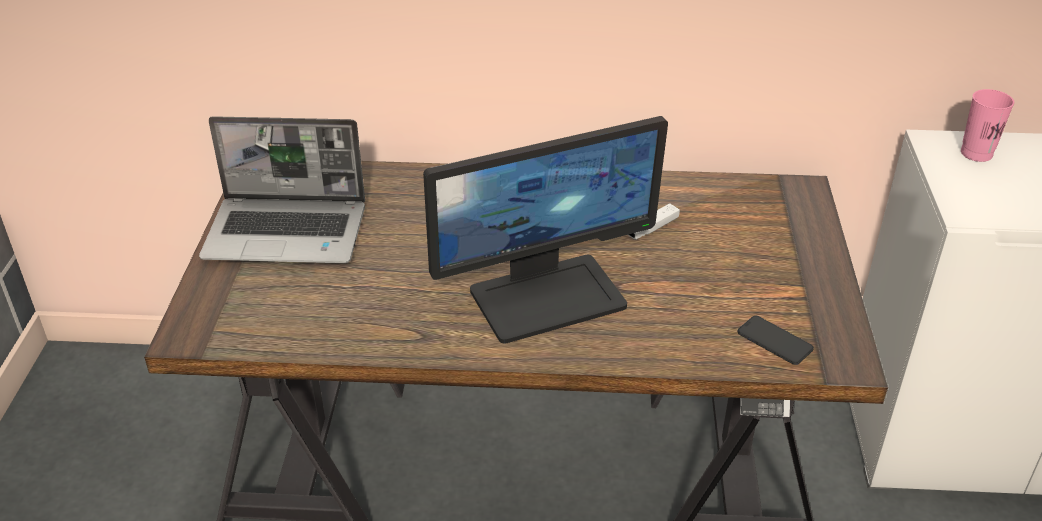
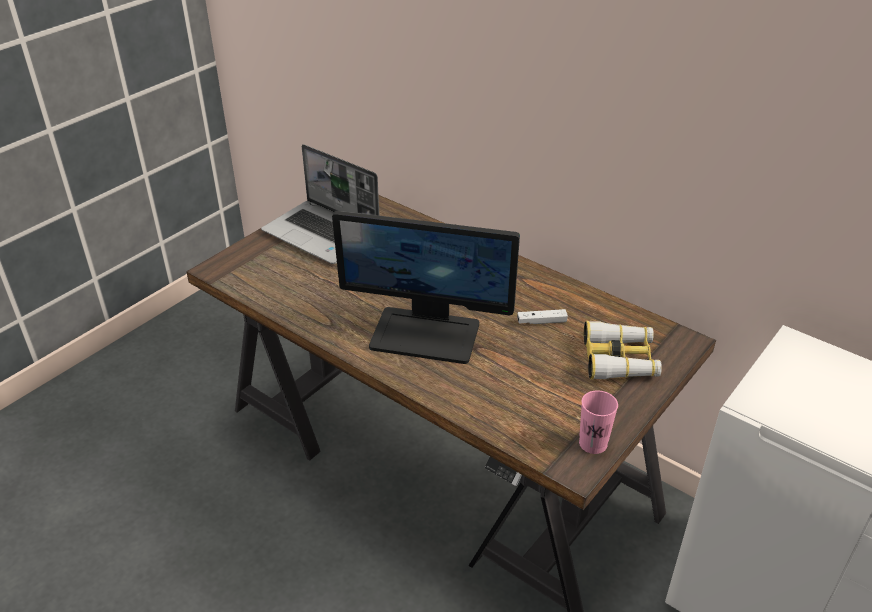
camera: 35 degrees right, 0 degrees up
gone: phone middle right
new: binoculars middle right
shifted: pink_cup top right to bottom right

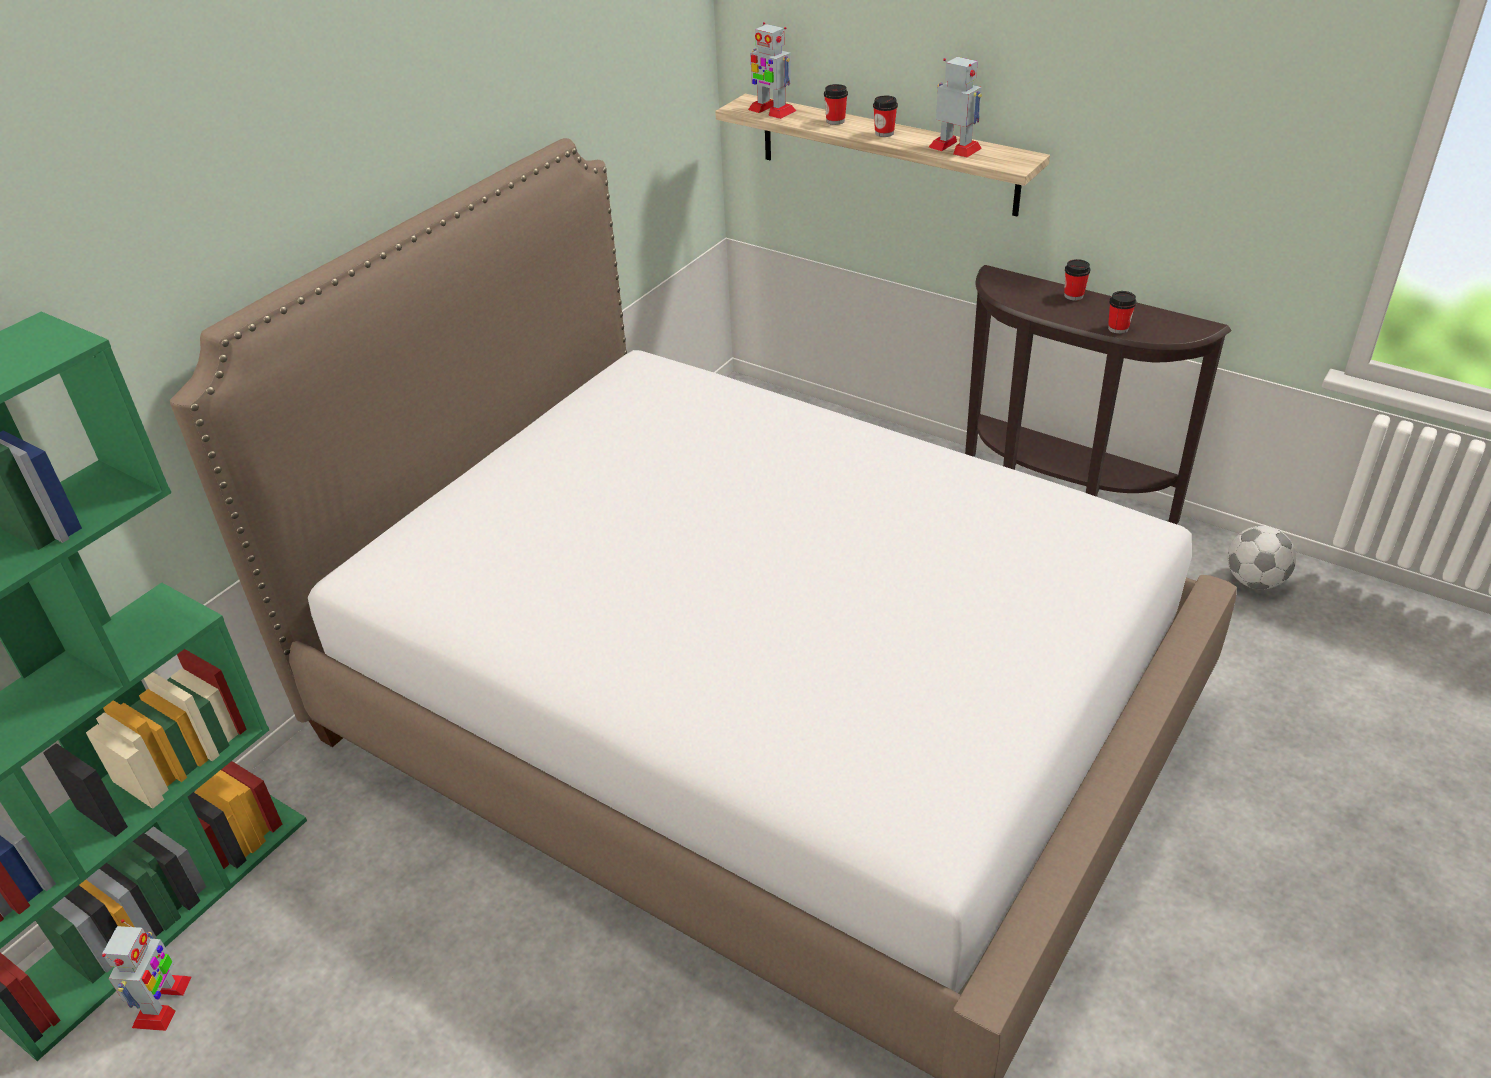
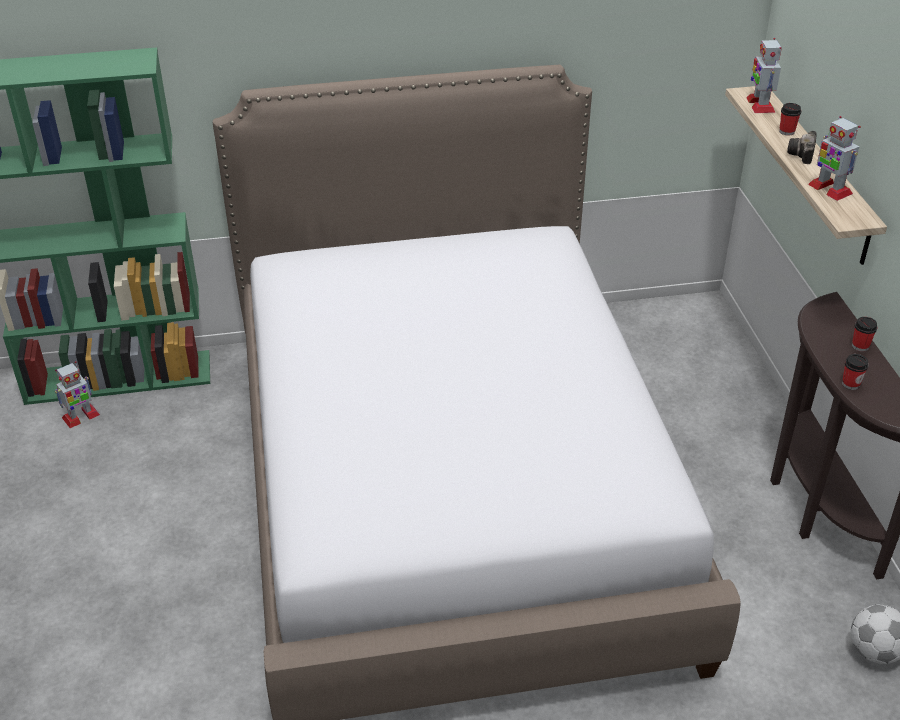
camera: 45 degrees right, 0 degrees up
swapped: cup (no. 2 from left) top centre to photo_camera top right
rotated: toy_robot (no. 3 from left) top centre = top right 150 degrees clockwise

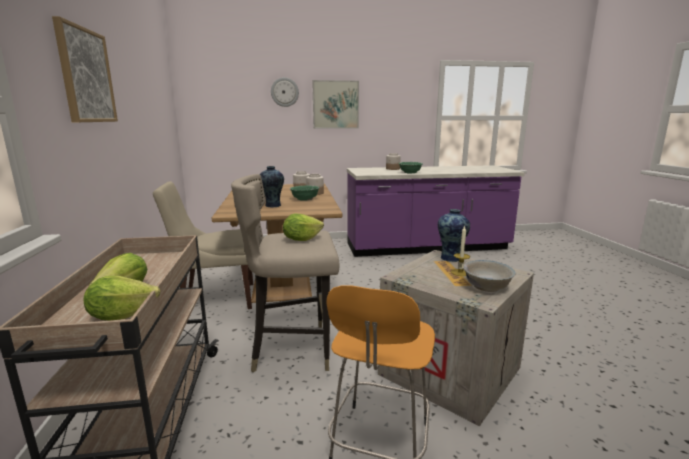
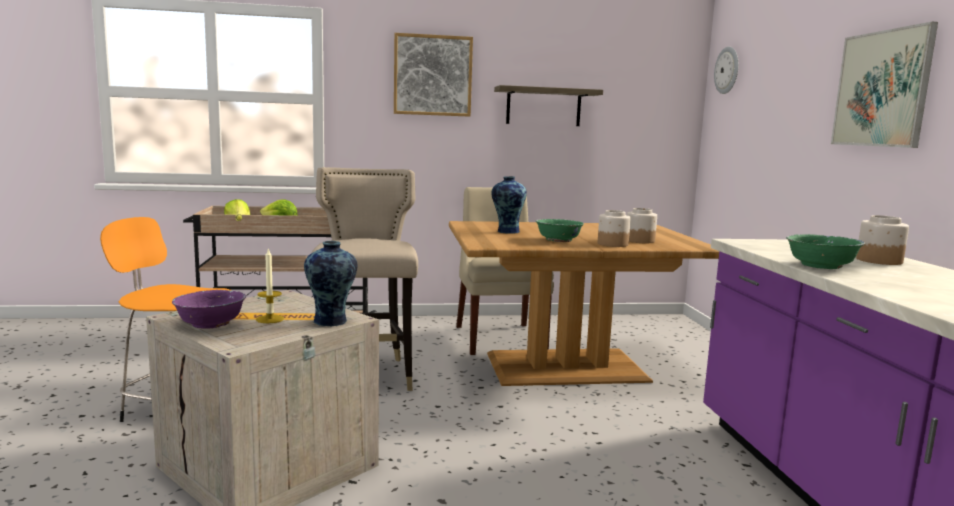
camera: 90 degrees right, 5 degrees down
gone: lettuce (no. 3 from left) centre
new: shelf top centre
shifted: wall_clock top centre to top right
repainted: white_bowl middle right to purple_bowl middle left

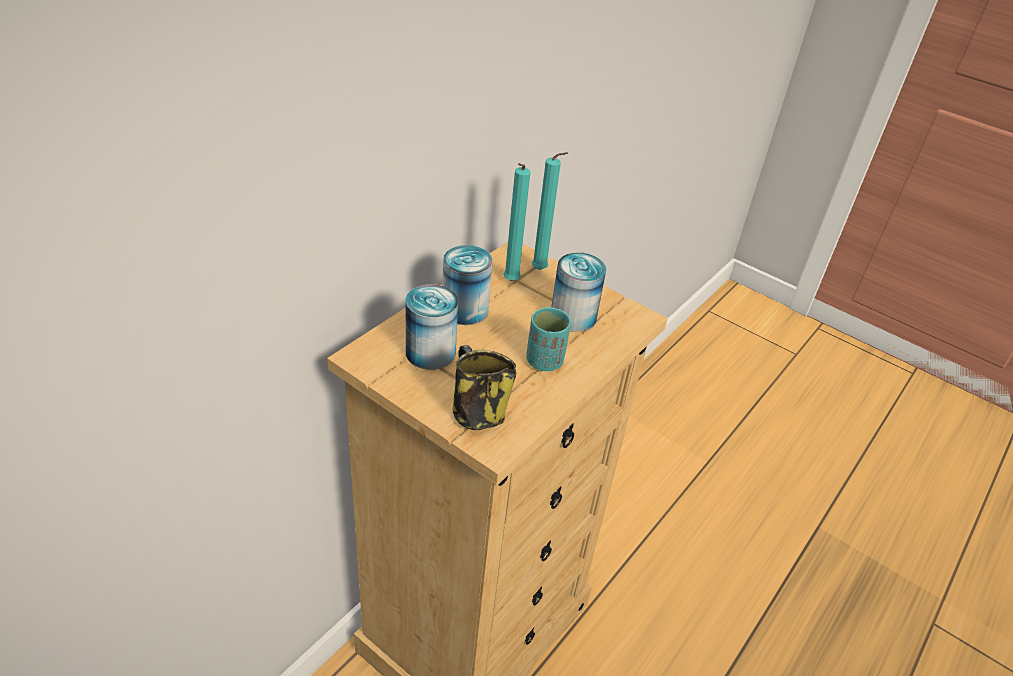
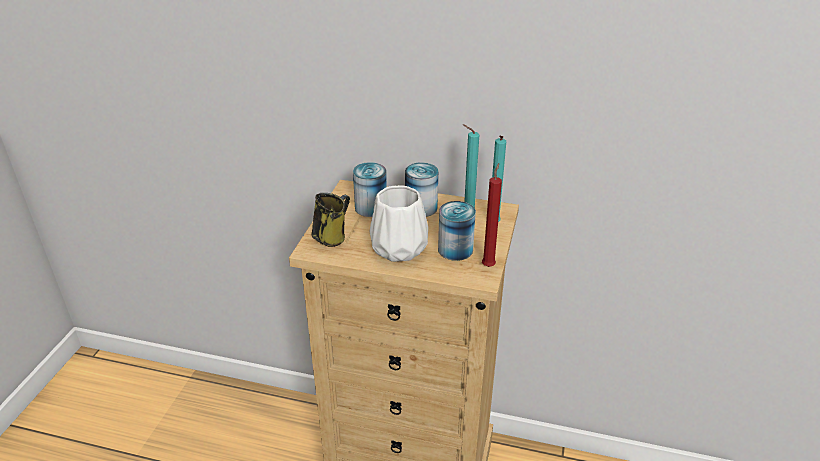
camera: 70 degrees right, 5 degrees down
new: red_candle centre
swapped: turquoise_cup centre to white_vase centre

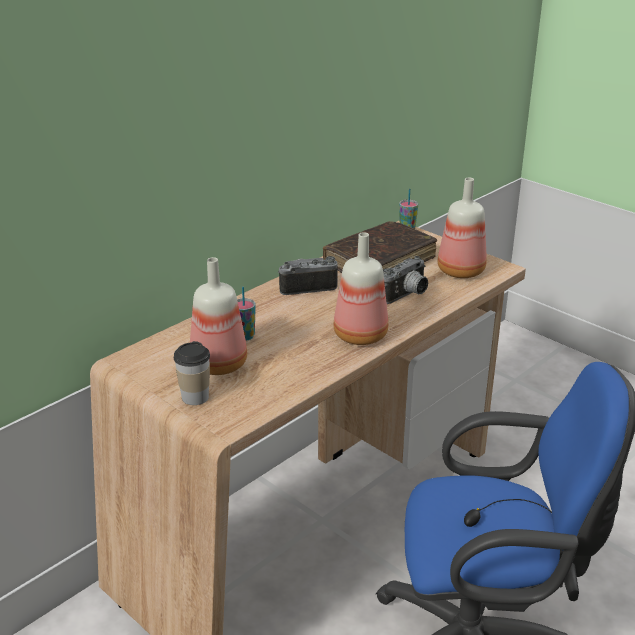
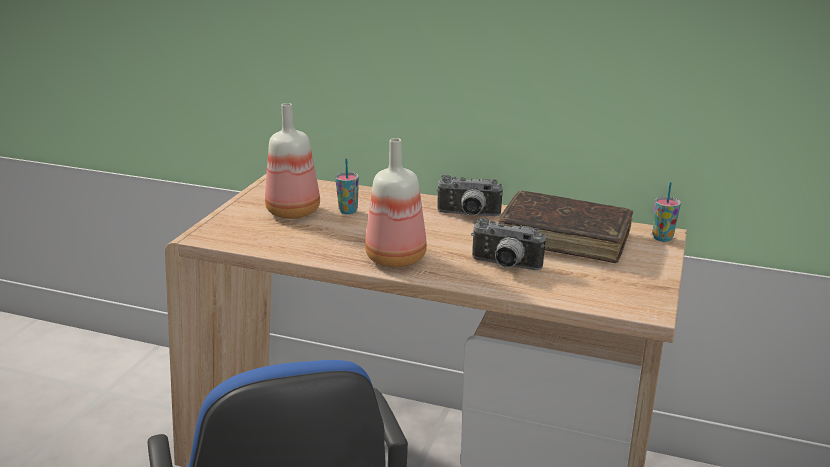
camera: 65 degrees right, 5 degrees down
gone: cup (no. 1 from left) middle left; bottle (no. 3 from left) middle right
rotated: photo_camera (no. 1 from left) centre = centre 135 degrees clockwise

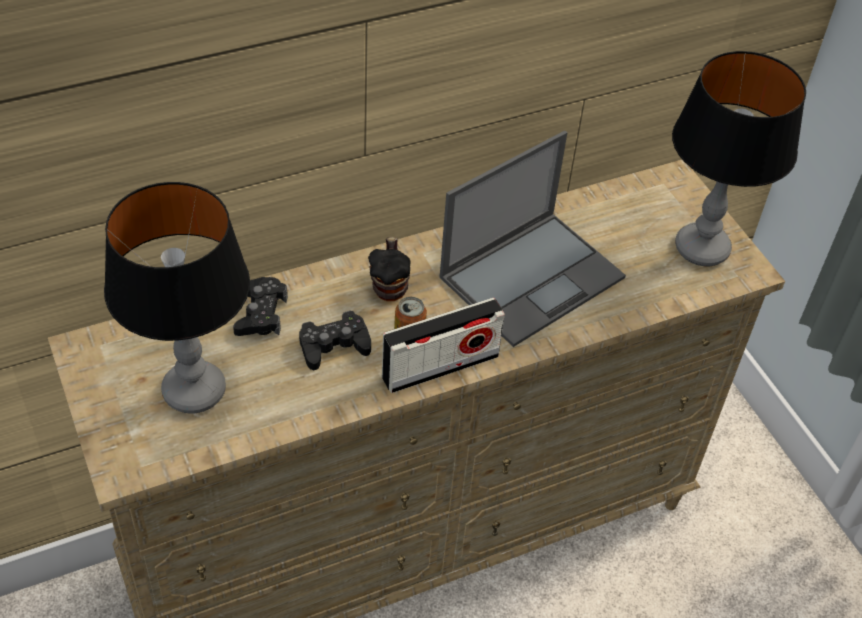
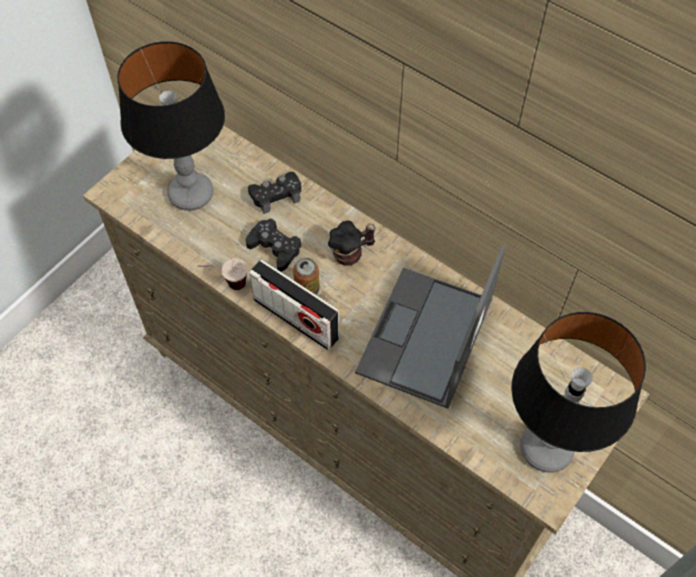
camera: 65 degrees right, 10 degrees up
new: cup middle left
rotated: laptop centre = centre 90 degrees clockwise

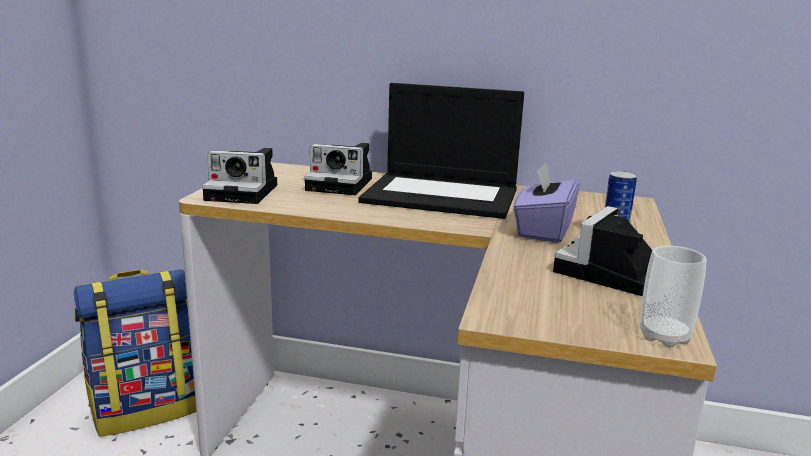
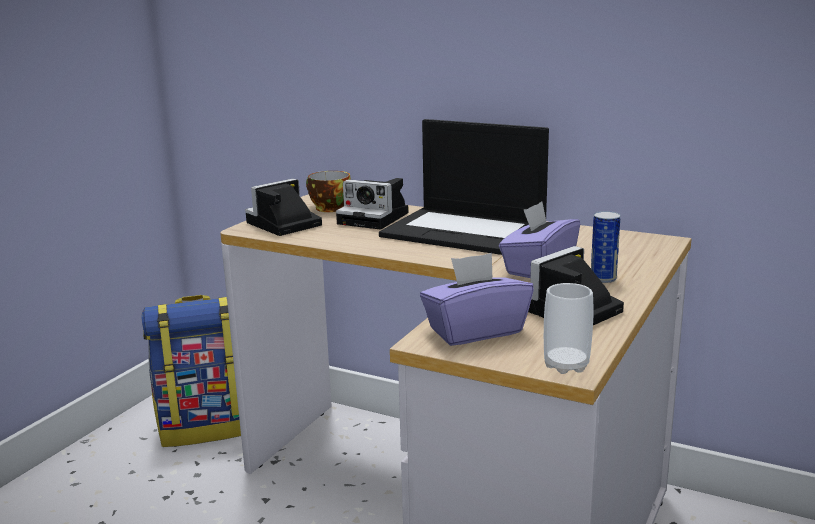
camera: 15 degrees right, 0 degrees up
new: cup (no. 1 from left) centre; purple_tissue_box (no. 1 from left) centre
rotated: photo_camera (no. 1 from left) middle left = centre 120 degrees clockwise

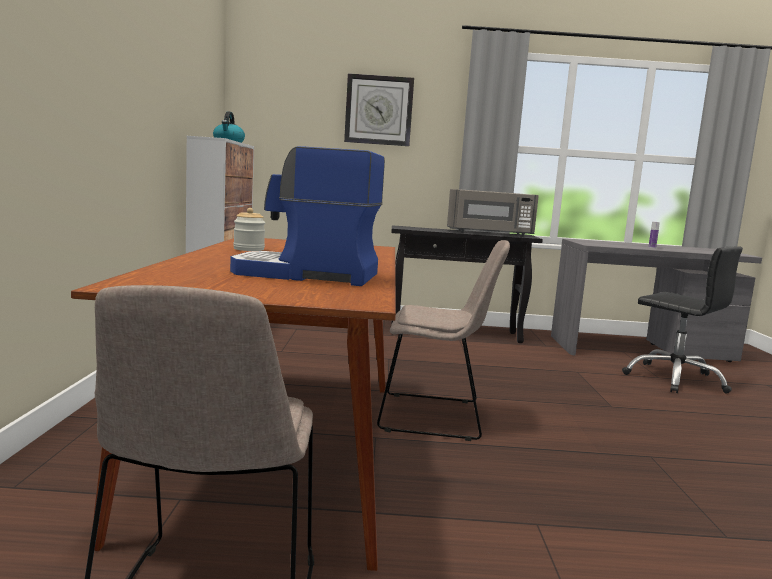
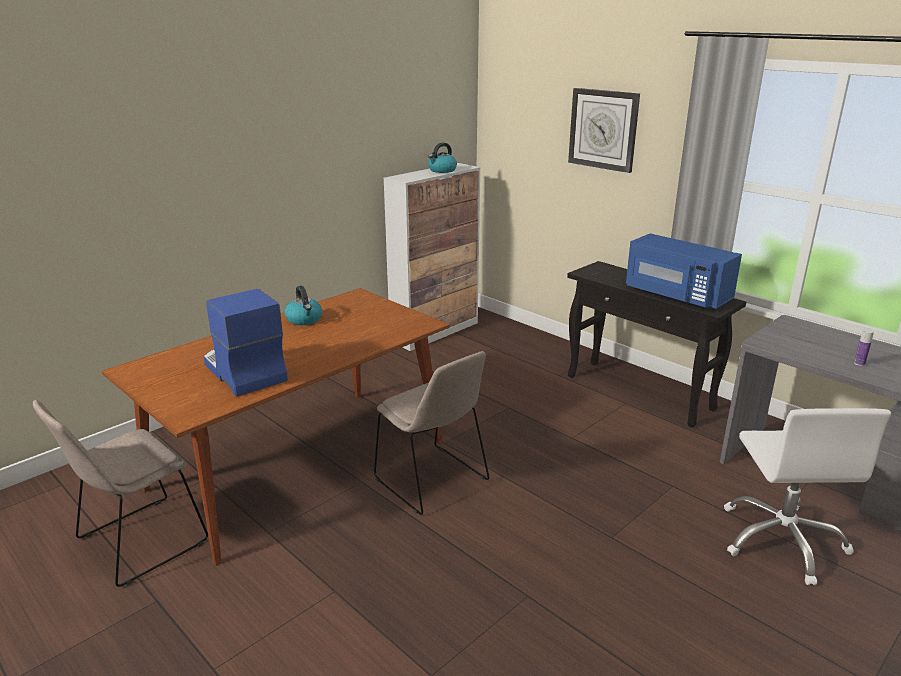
camera: 45 degrees right, 15 degrees up
swapped: jar middle left to kettle (no. 1 from left) centre
repainted: grey_microwave centre to blue_microwave middle right; black_office_chair middle right to white_office_chair bottom right

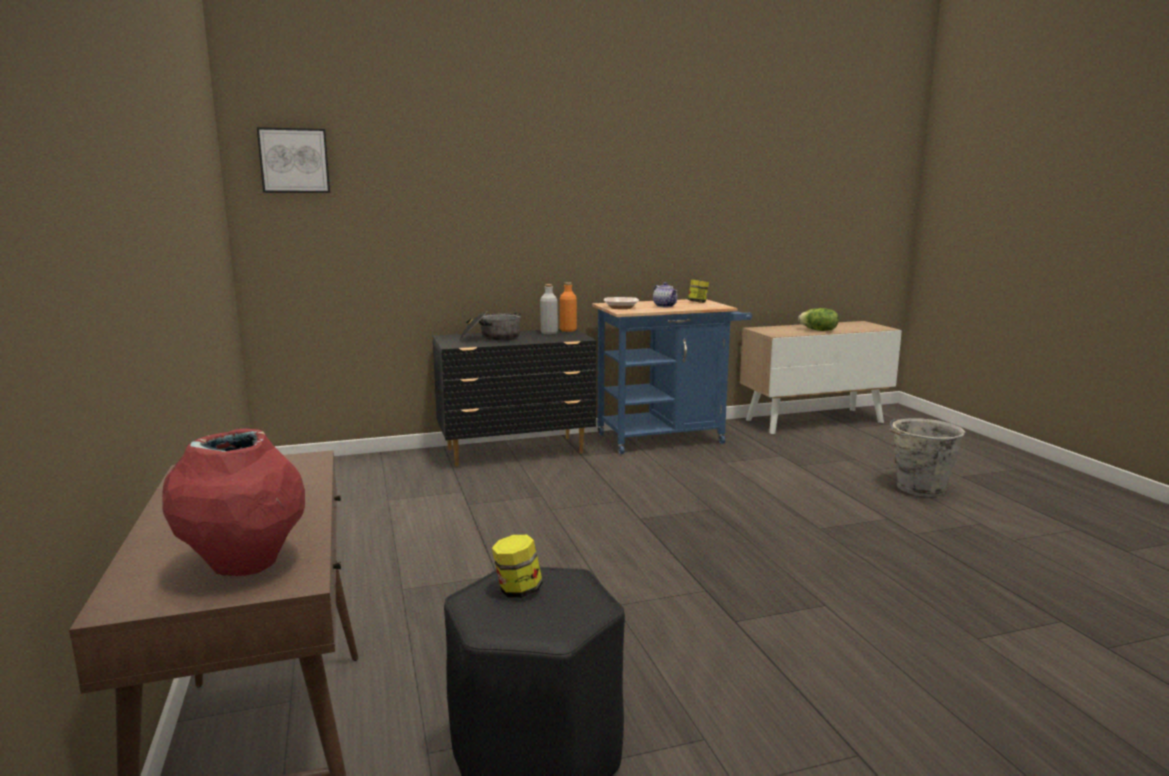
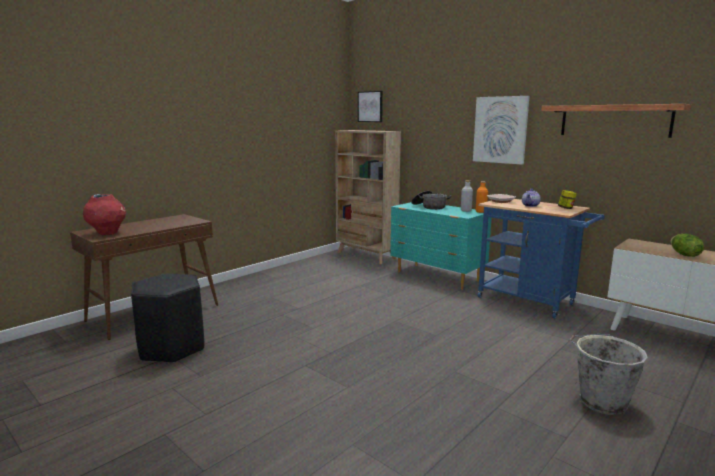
camera: 60 degrees right, 0 degrees up
gone: jar (no. 1 from left) bottom centre
new: beige_bookcase centre; picture (no. 2 from left) top right; shelf top right
repainted: black_dresser centre to turquoise_dresser centre

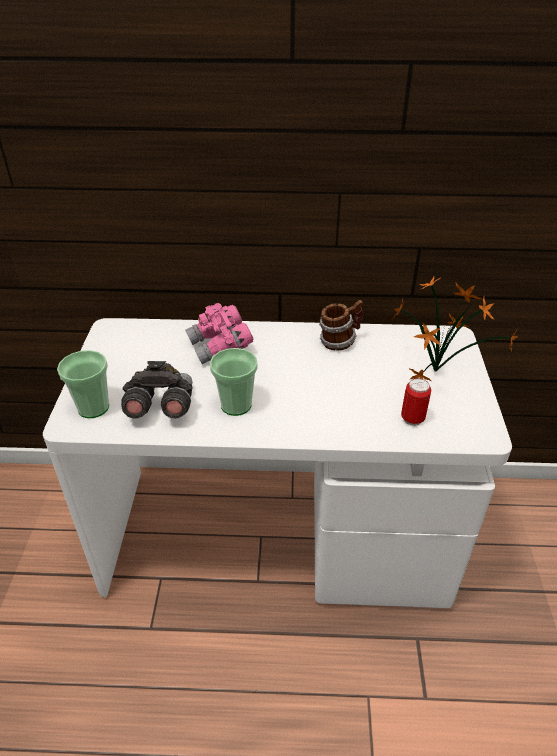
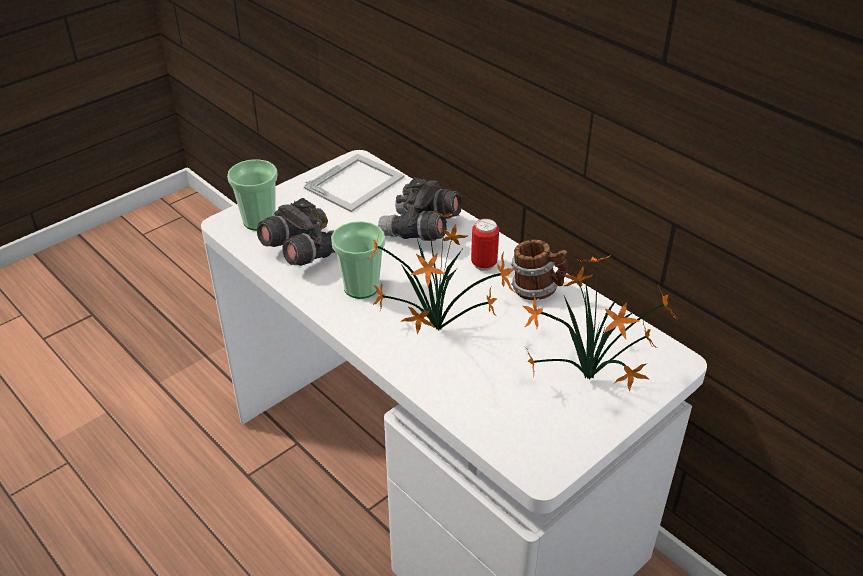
camera: 45 degrees right, 0 degrees up
new: picture_frame top centre; potted_plant (no. 1 from left) centre
shifted: can middle right to centre
repainted: pink_binoculars centre to grey_binoculars (no. 2 from left) centre

